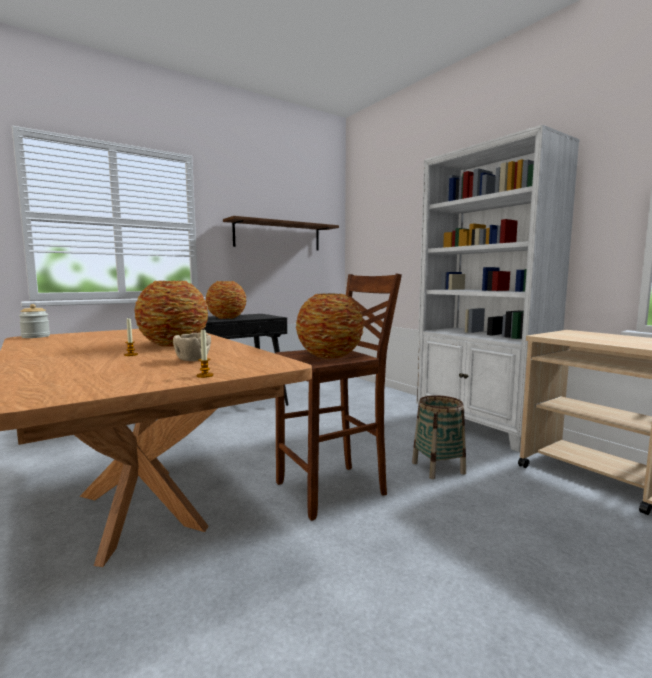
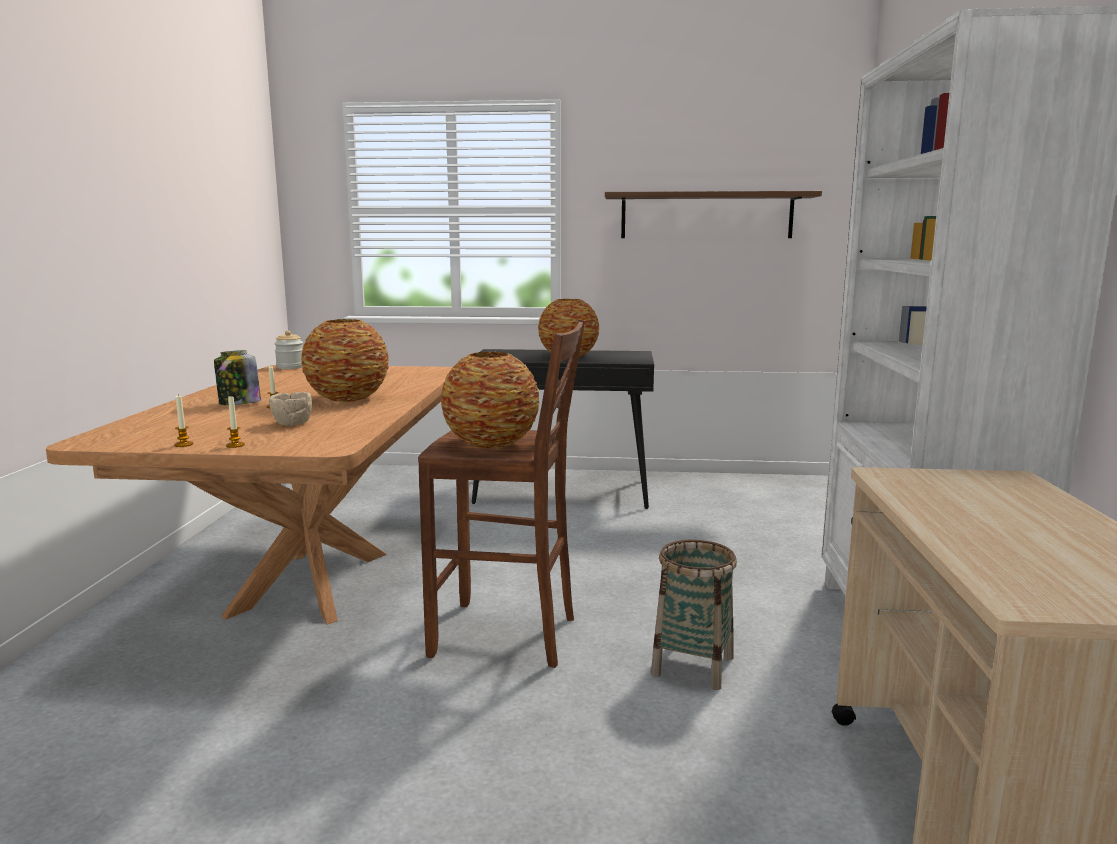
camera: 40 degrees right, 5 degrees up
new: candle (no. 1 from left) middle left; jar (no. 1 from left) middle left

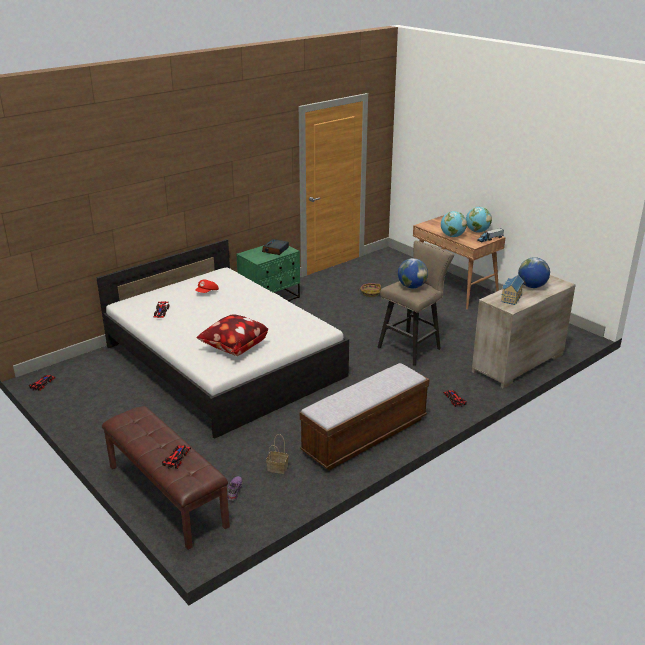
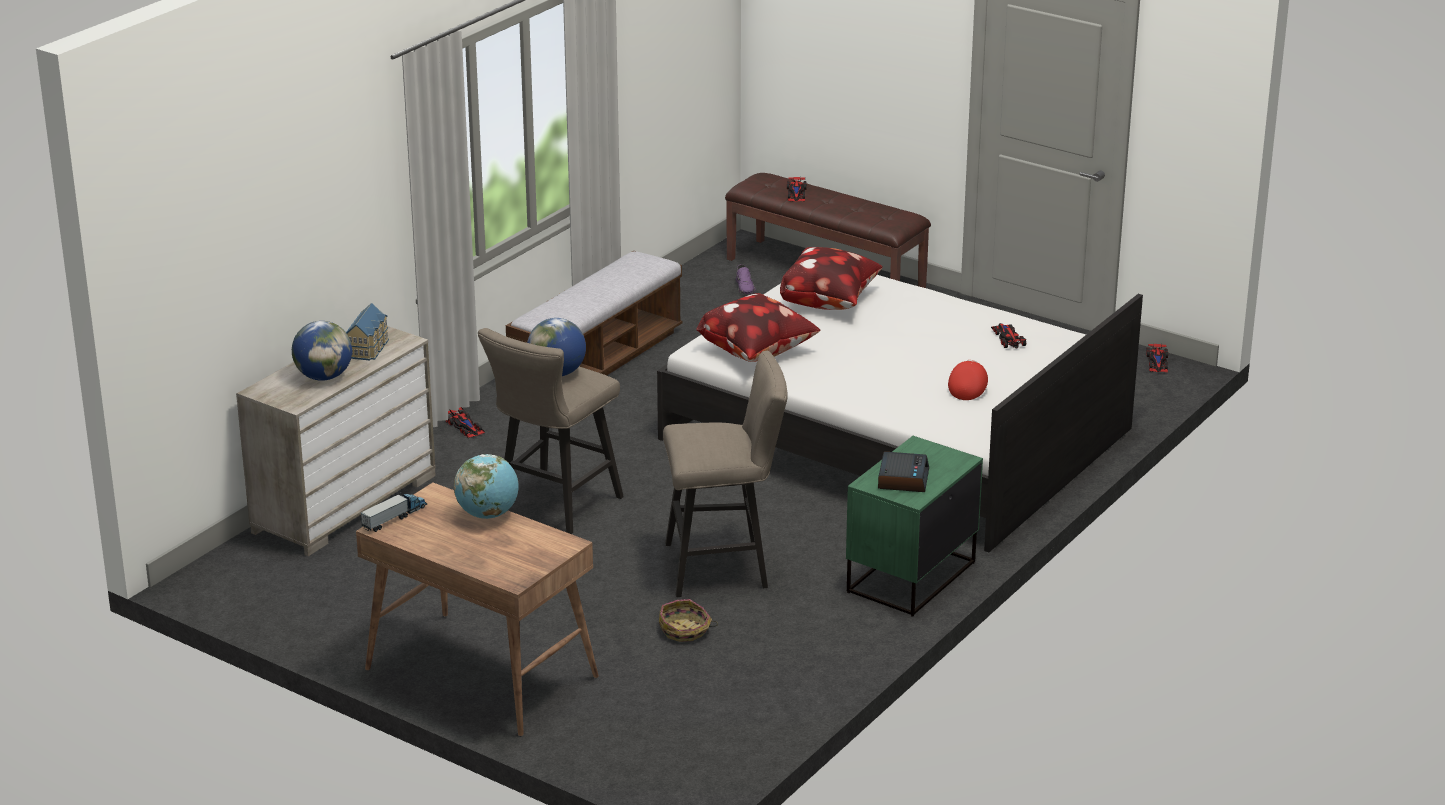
camera: 165 degrees right, 0 degrees up
gone: basket (no. 1 from left) bottom centre; globe (no. 3 from left) middle right
new: beige_stool (no. 2 from left) centre; pillow (no. 1 from left) centre

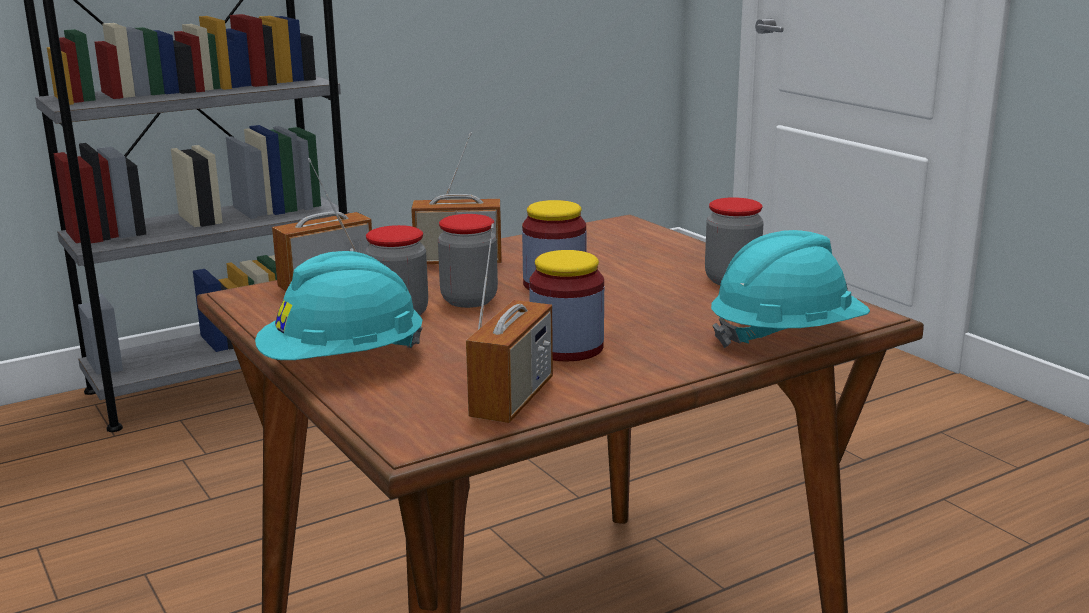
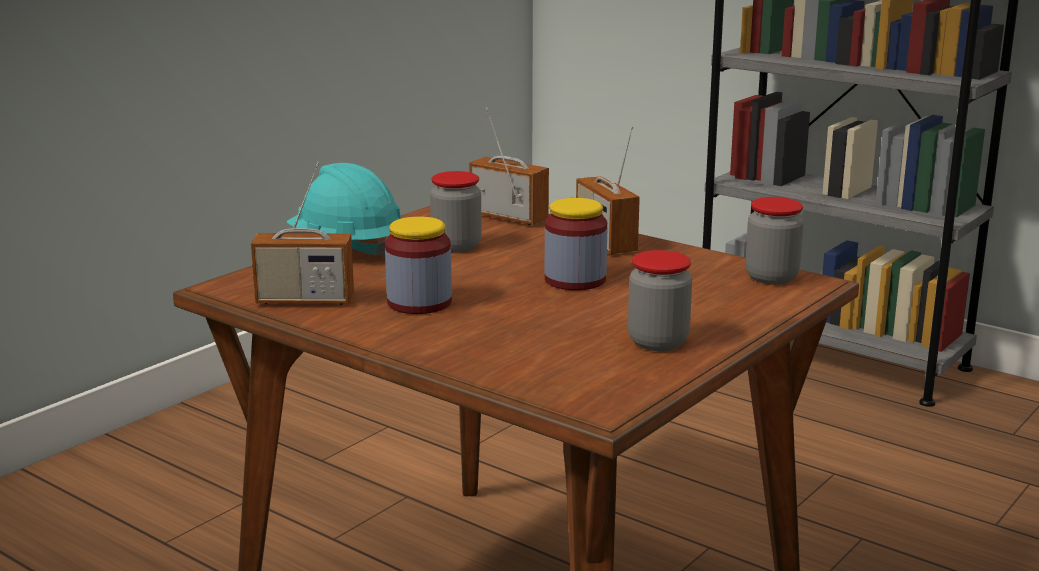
camera: 70 degrees right, 0 degrees up
gone: turquoise_hard_hat (no. 2 from left) middle right
shifted: jar (no. 2 from left in the first image) centre to jar (no. 5 from left) middle right

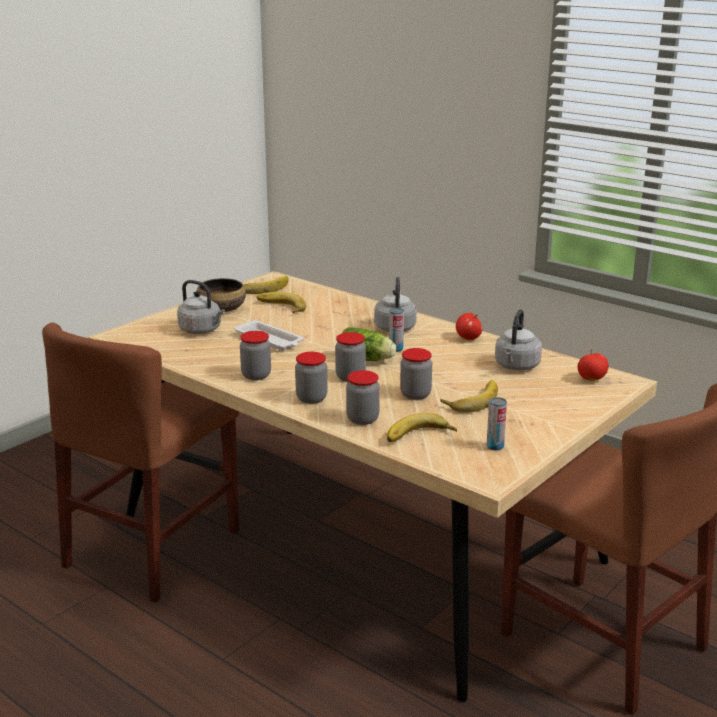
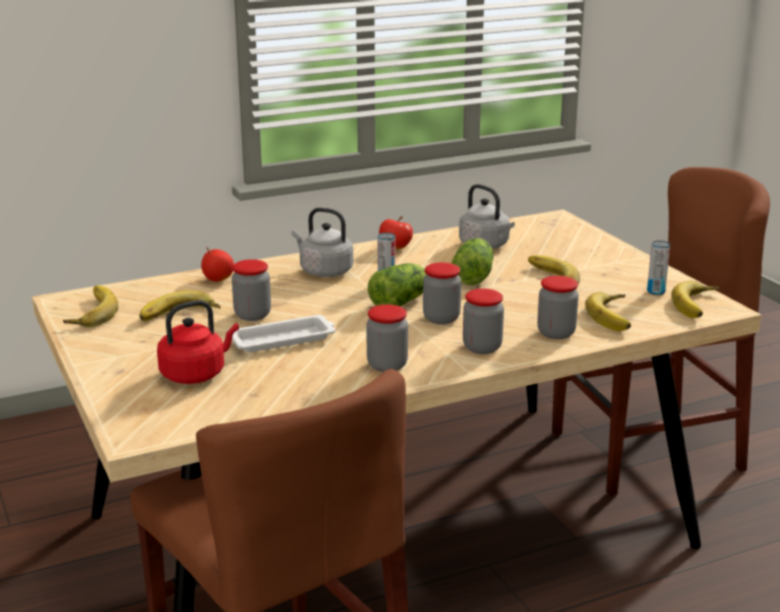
camera: 65 degrees left, 0 degrees up
gone: bowl middle left
new: lettuce (no. 2 from left) centre; banana (no. 5 from left) middle right
shifted: apple (no. 2 from left in the first image) middle right to apple (no. 1 from left) middle left; jar (no. 5 from left in the first image) centre to jar (no. 1 from left) middle left
repainted: grey_kettle (no. 1 from left) middle left to red_kettle middle left

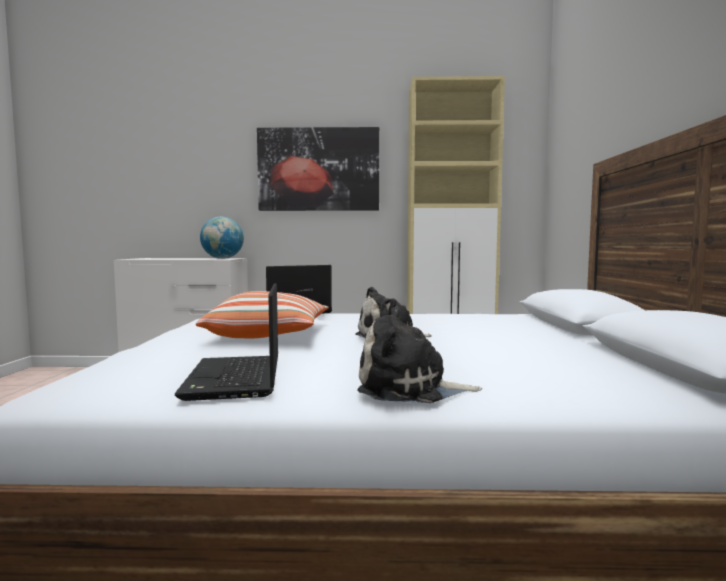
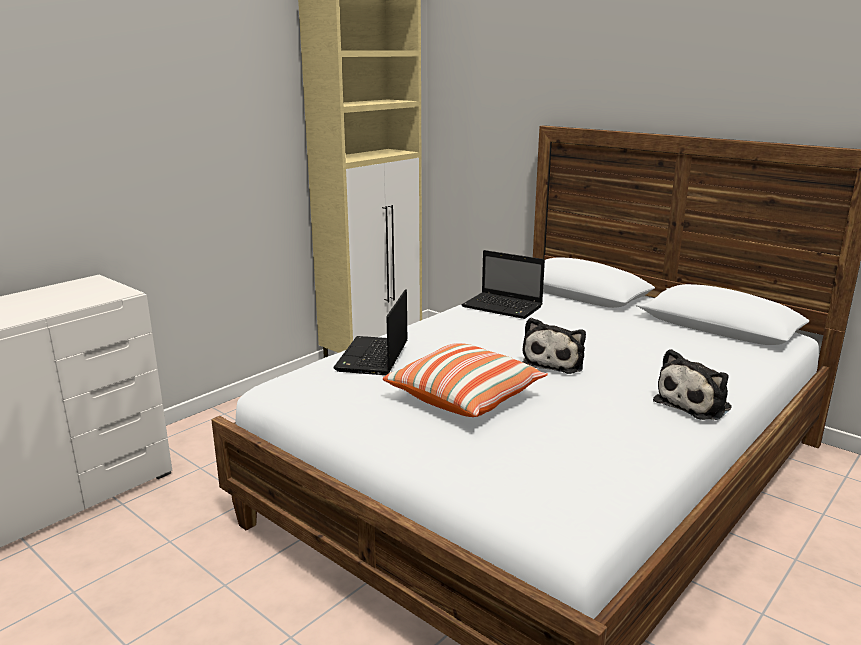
camera: 50 degrees left, 15 degrees up
gone: globe middle left; picture top centre
shifted: laptop (no. 1 from left in the first image) middle left to laptop (no. 2 from left) centre

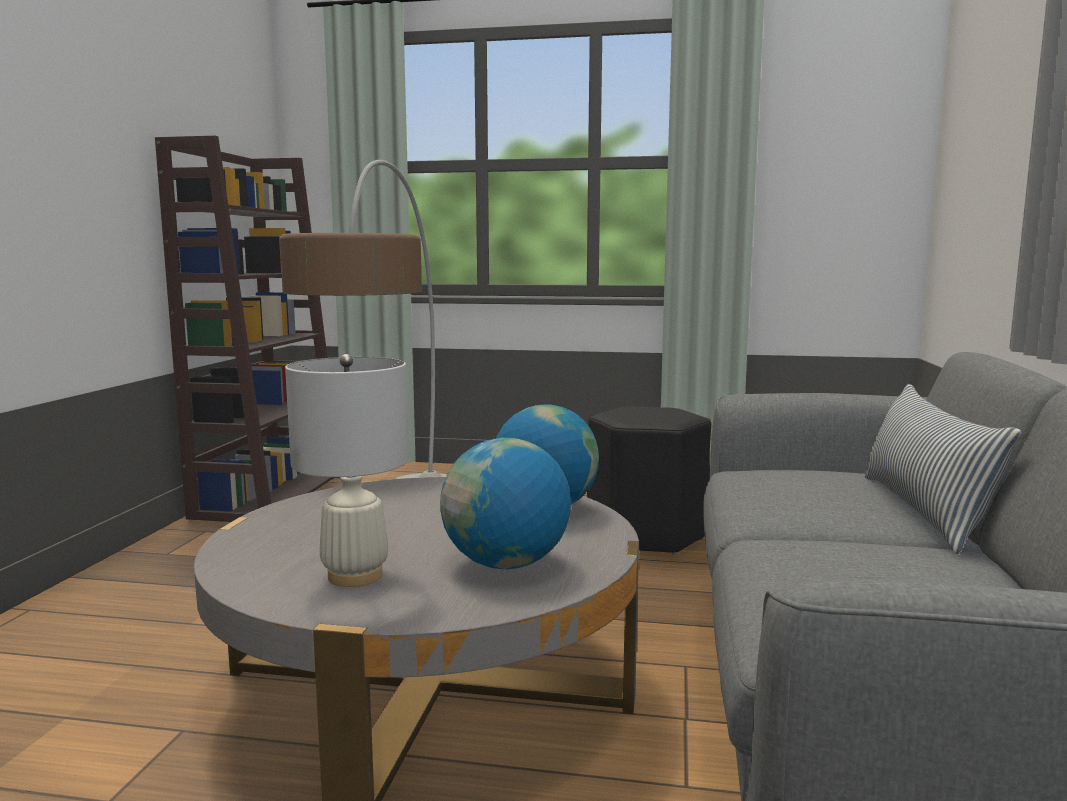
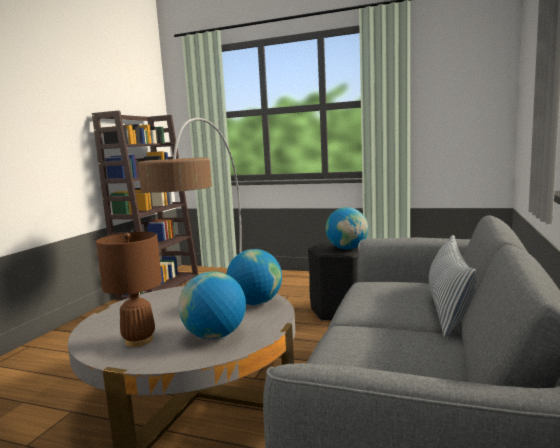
camera: 10 degrees right, 0 degrees up
new: globe (no. 3 from left) centre
repainted: white_table_lamp middle left to brown_table_lamp middle left

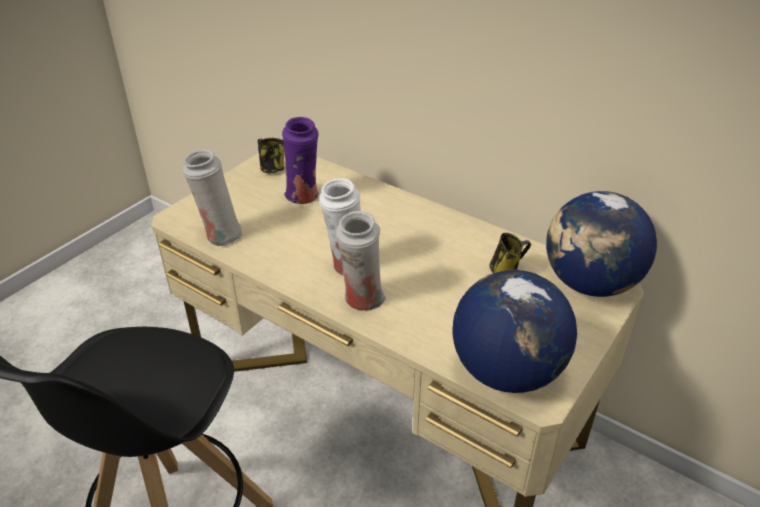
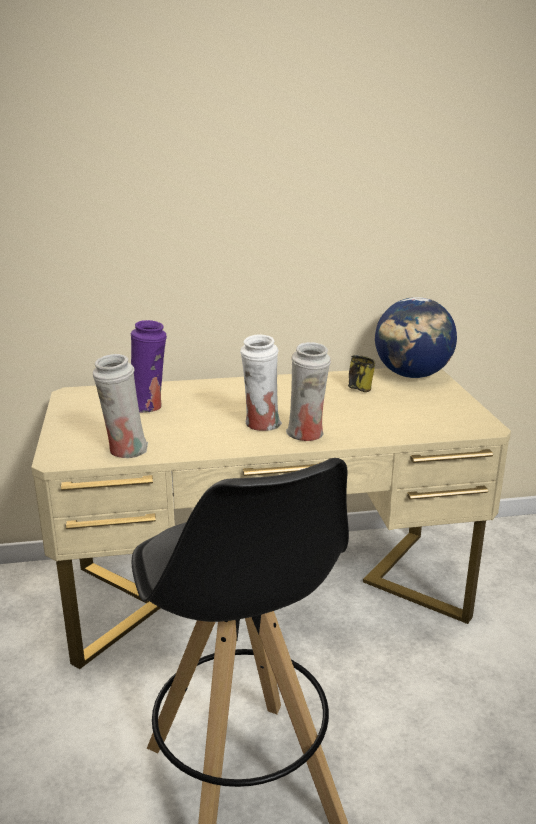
camera: 45 degrees left, 15 degrees down
gone: mug (no. 1 from left) top centre; globe (no. 1 from left) middle right

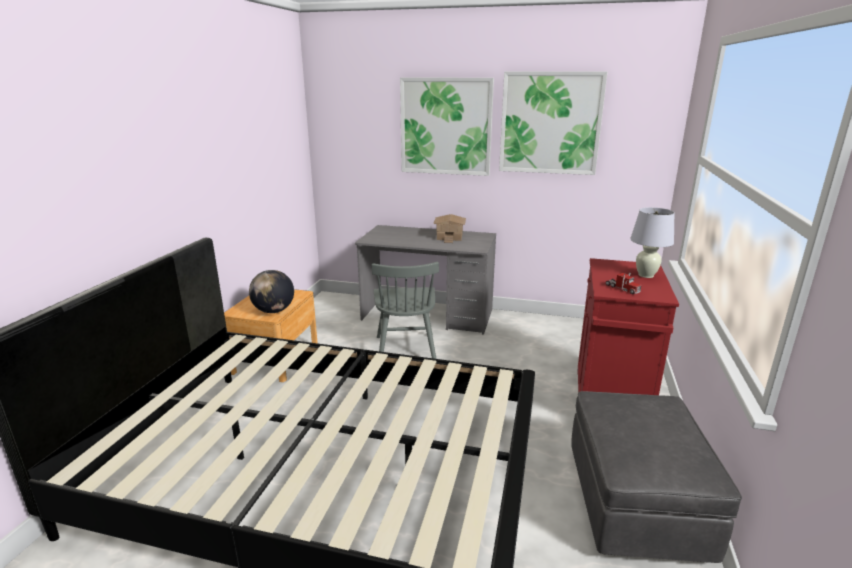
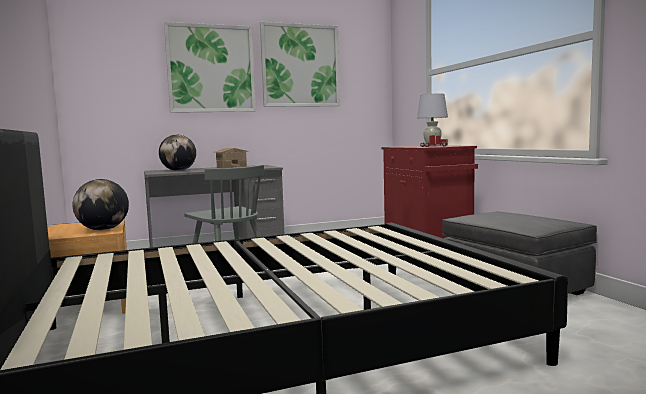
camera: 35 degrees left, 15 degrees down
new: globe (no. 2 from left) middle left

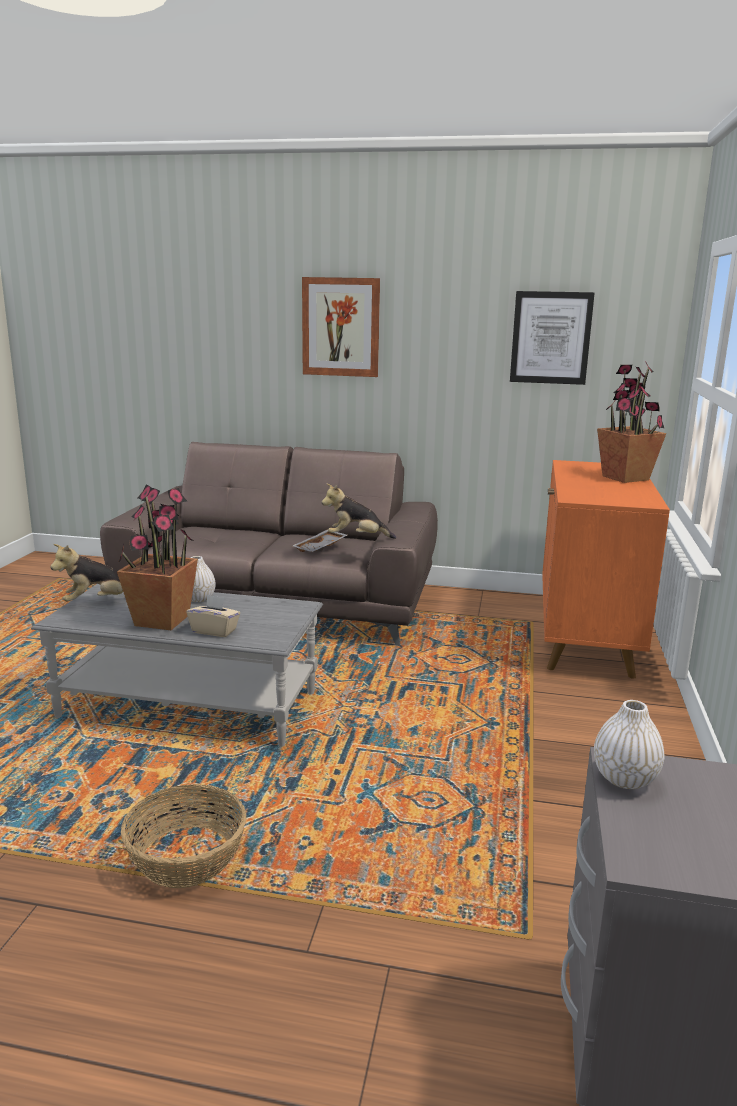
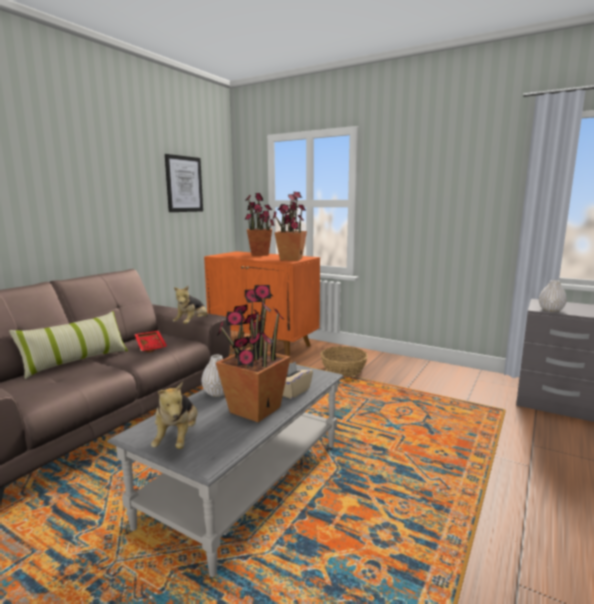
camera: 70 degrees left, 5 degrees down
gone: picture (no. 1 from left) top centre
new: pillow middle left; potted_plant (no. 3 from left) centre
shifted: basket bottom left to centre
repainted: grey_tray centre to red_tray middle left

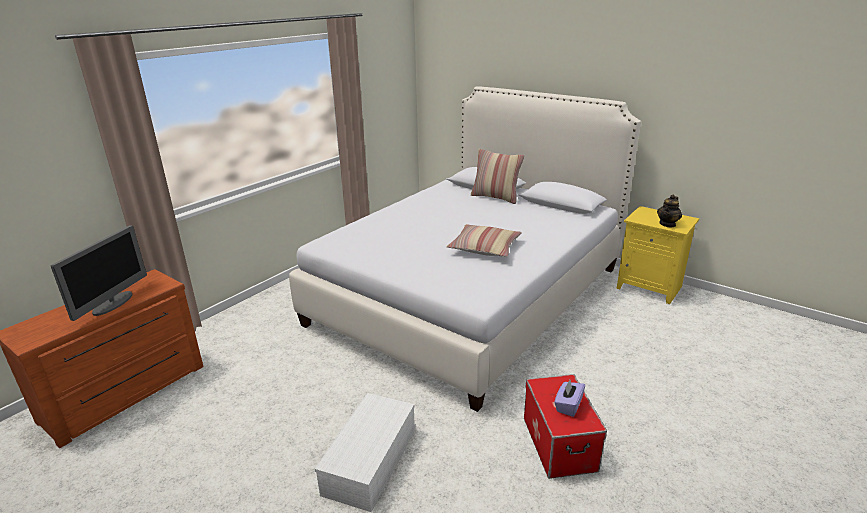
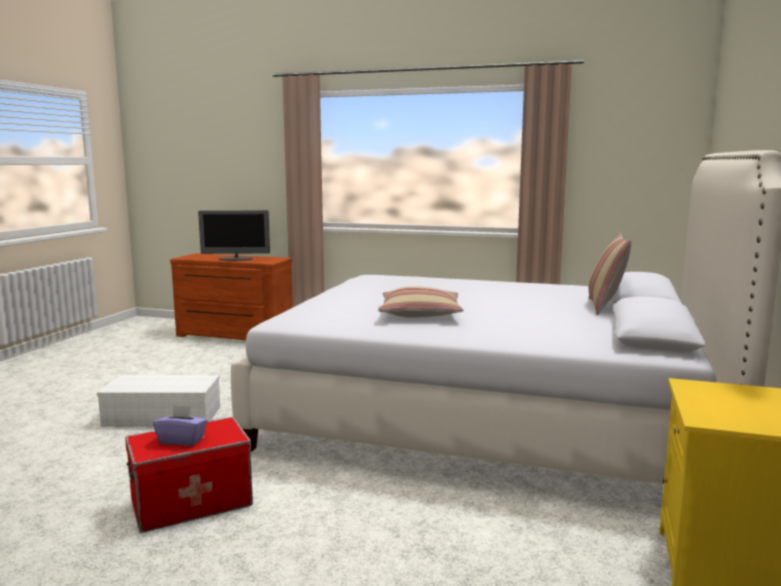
camera: 70 degrees right, 15 degrees down
gone: teapot middle right

